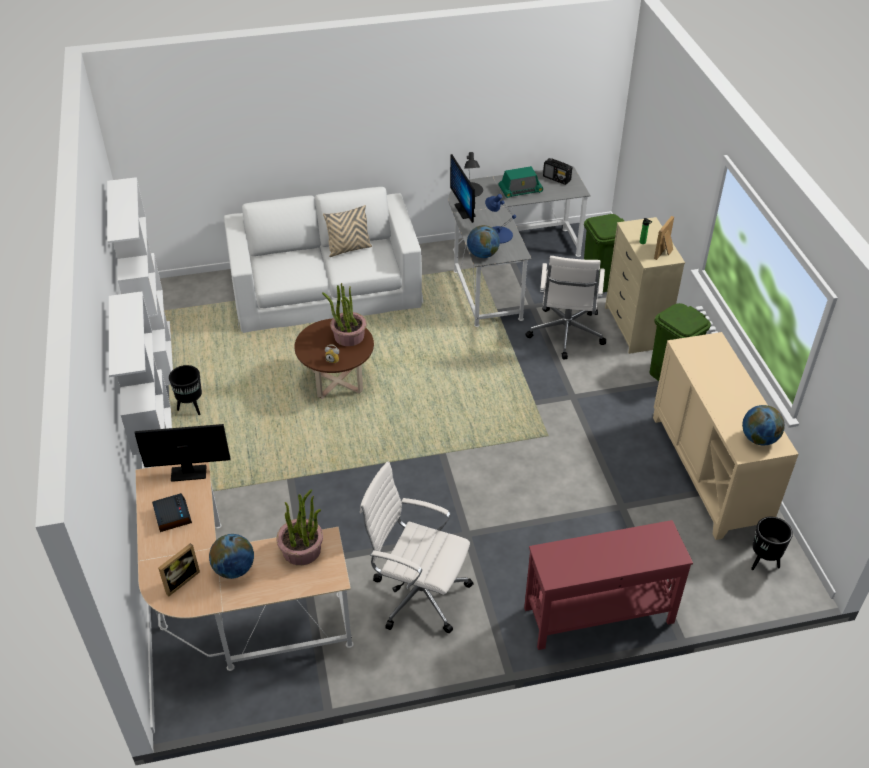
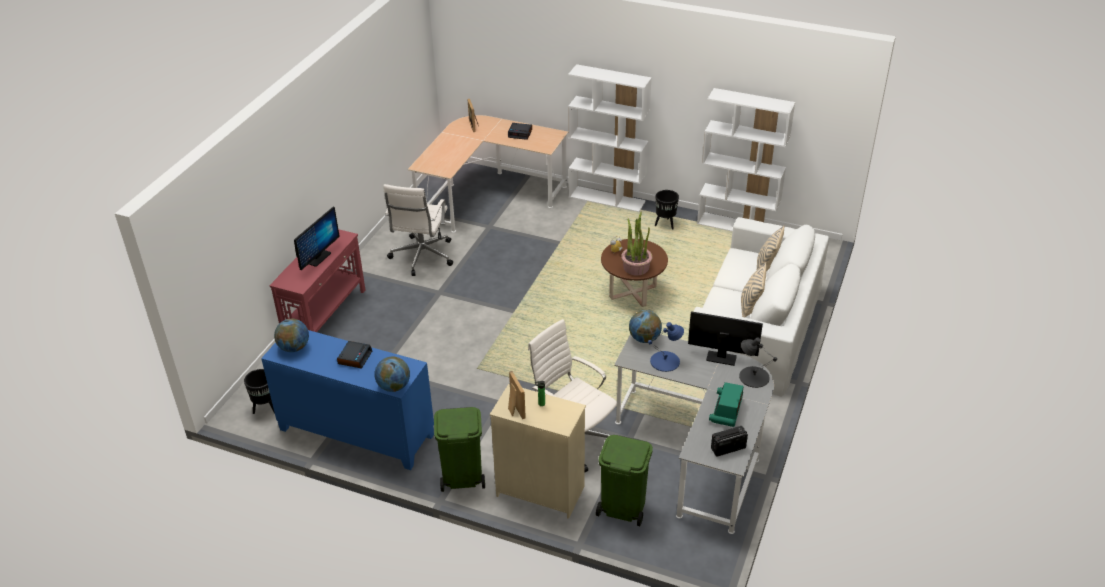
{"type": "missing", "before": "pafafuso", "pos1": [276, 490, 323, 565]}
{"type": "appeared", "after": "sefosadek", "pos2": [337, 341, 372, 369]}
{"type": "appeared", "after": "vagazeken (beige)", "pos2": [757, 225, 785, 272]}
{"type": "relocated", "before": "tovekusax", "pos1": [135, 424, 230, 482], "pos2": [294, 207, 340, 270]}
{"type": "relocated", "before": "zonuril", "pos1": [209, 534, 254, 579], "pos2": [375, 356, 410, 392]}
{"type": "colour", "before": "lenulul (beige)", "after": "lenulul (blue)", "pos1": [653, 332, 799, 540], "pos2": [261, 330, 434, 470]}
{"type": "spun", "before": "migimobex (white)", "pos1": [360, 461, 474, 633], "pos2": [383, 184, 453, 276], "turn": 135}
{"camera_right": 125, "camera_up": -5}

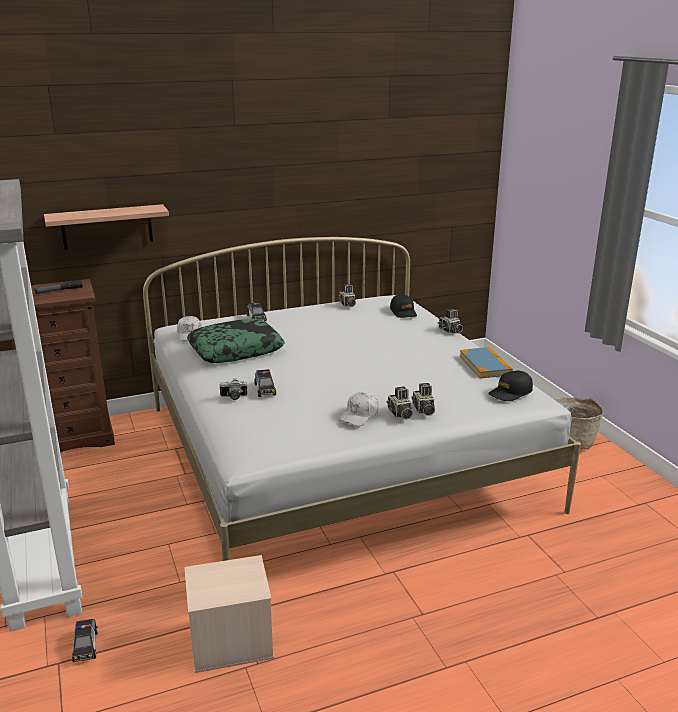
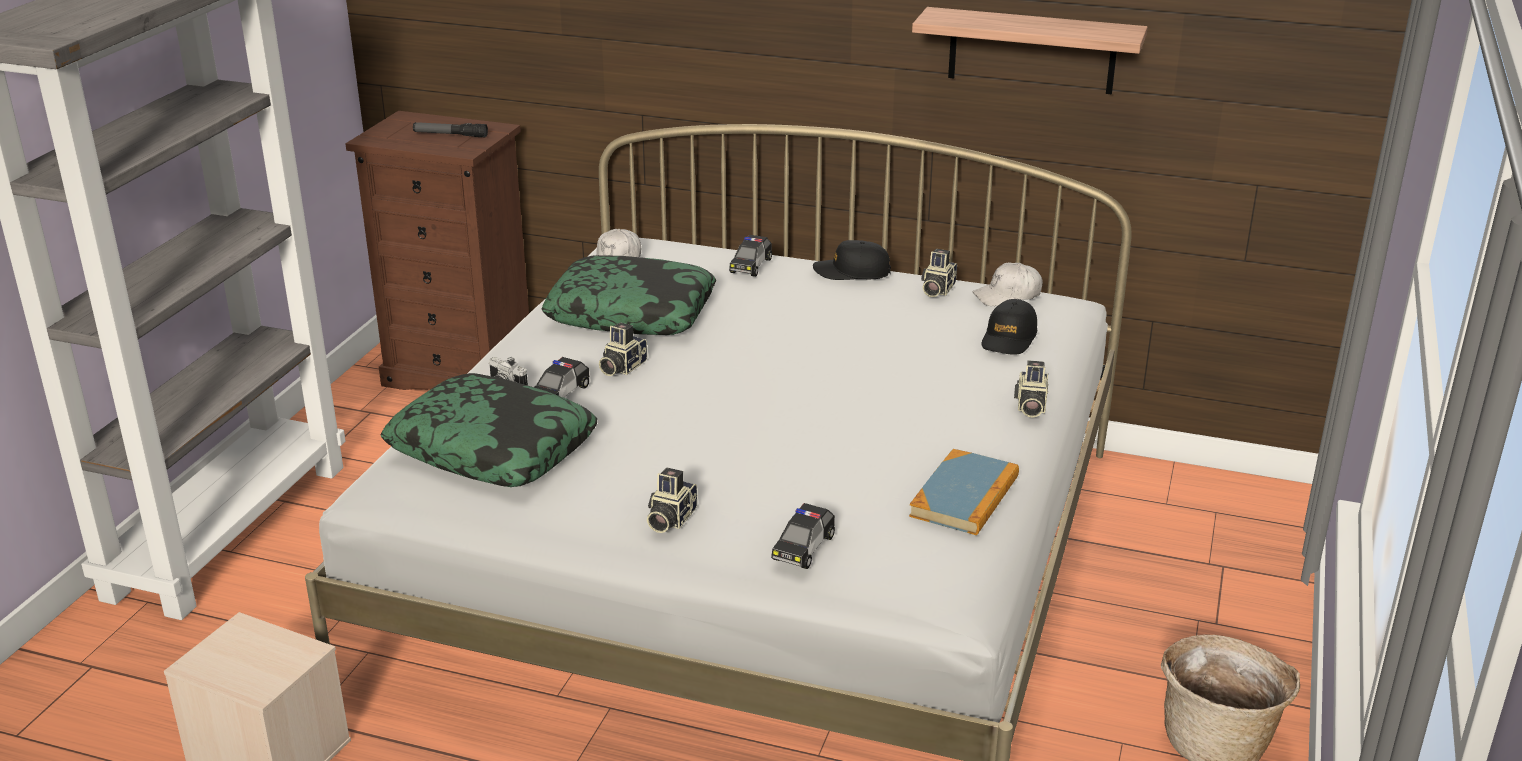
{"type": "appeared", "after": "vagazeken", "pos2": [381, 373, 597, 487]}
{"type": "relocated", "before": "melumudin", "pos1": [44, 204, 169, 250], "pos2": [912, 7, 1148, 94]}
{"type": "relocated", "before": "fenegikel", "pos1": [72, 619, 98, 662], "pos2": [771, 503, 835, 569]}
{"type": "relocated", "before": "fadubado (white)", "pos1": [339, 392, 378, 426], "pos2": [972, 263, 1043, 306]}
{"type": "relocated", "before": "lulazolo", "pos1": [411, 383, 435, 416], "pos2": [599, 322, 647, 376]}
{"type": "relocated", "before": "fadubado (black)", "pos1": [488, 370, 533, 401], "pos2": [813, 240, 891, 280]}
{"camera_right": 40, "camera_up": 5}

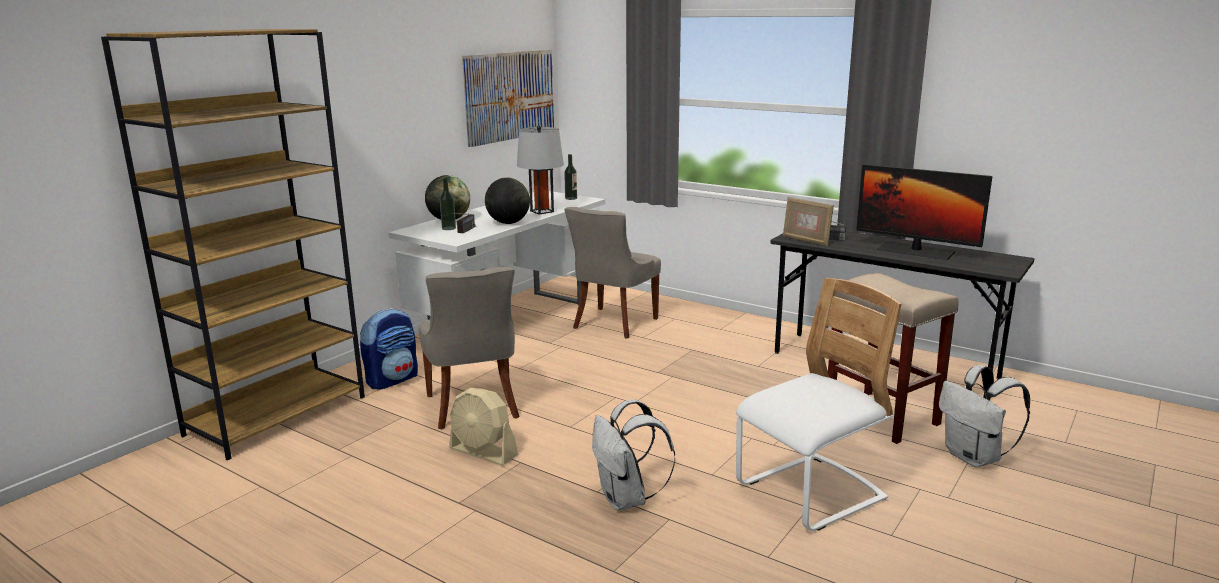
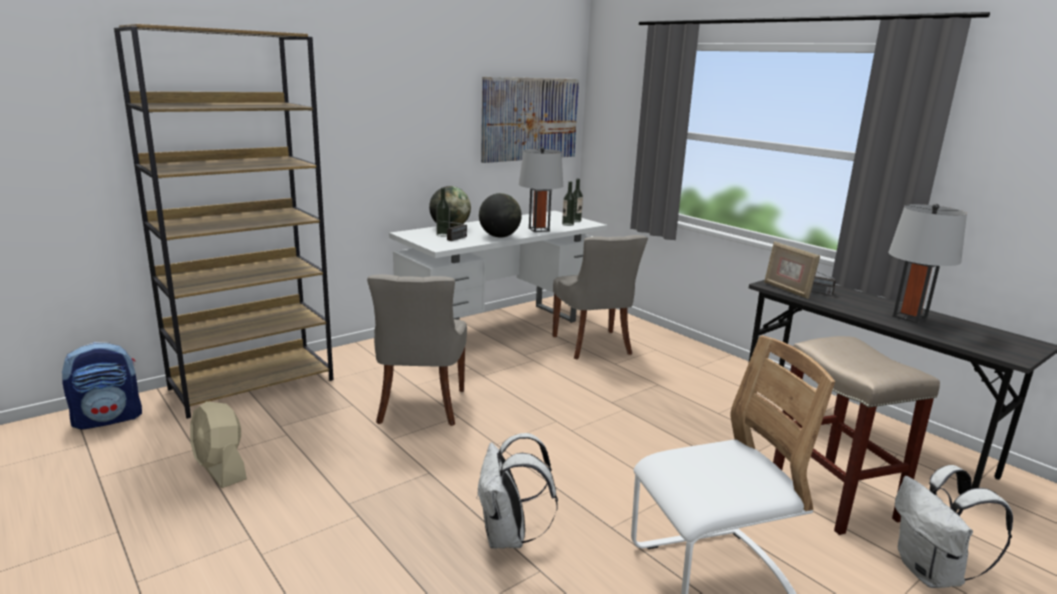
{"type": "appeared", "after": "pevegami", "pos2": [562, 181, 575, 226]}
{"type": "relocated", "before": "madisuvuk", "pos1": [360, 308, 418, 389], "pos2": [62, 342, 142, 429]}
{"type": "relocated", "before": "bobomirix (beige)", "pos1": [449, 388, 518, 466], "pos2": [190, 401, 247, 488]}
{"type": "exchanged", "before": "tovekusax", "after": "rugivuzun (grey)", "pos1": [856, 164, 992, 260], "pos2": [888, 204, 967, 324]}
{"type": "spun", "before": "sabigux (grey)", "pos1": [564, 207, 661, 338], "pos2": [552, 235, 648, 359], "turn": -60}
{"camera_right": 15, "camera_up": 0}

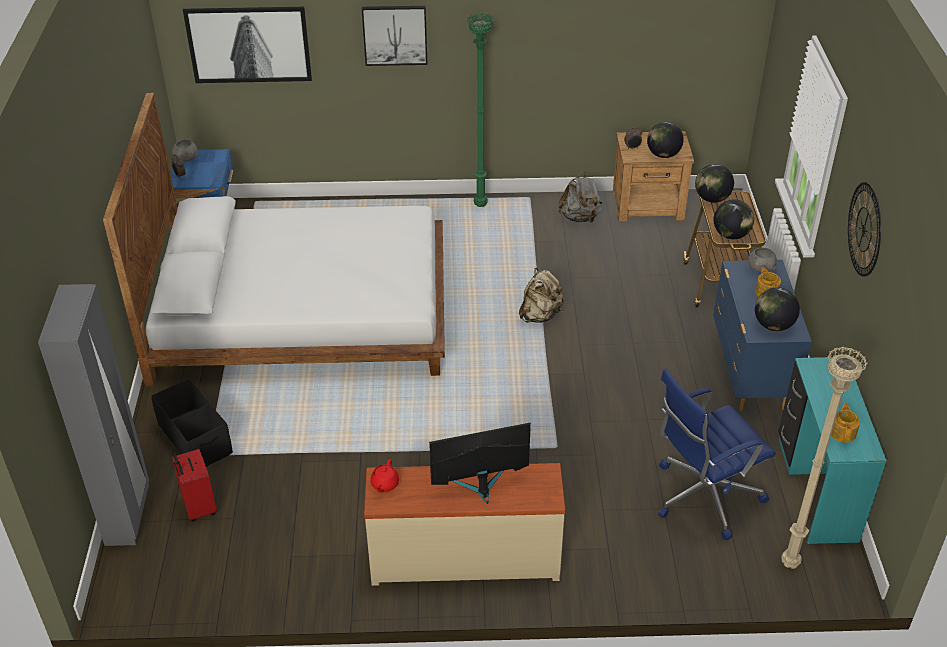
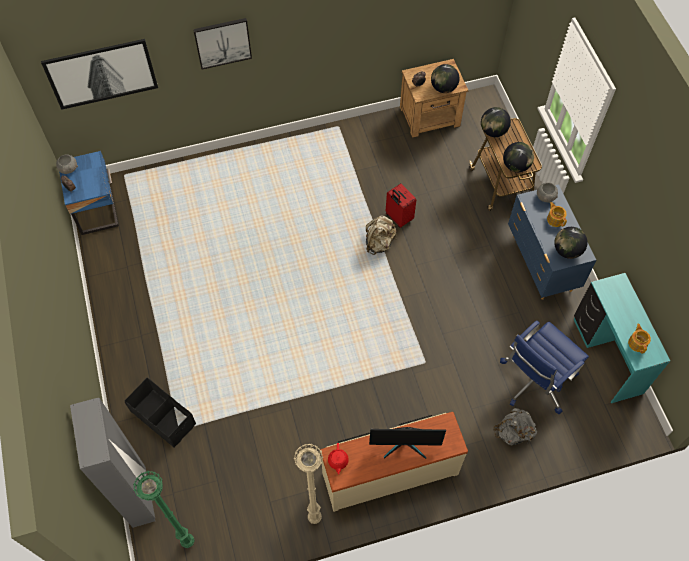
{"type": "missing", "before": "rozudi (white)", "pos1": [103, 93, 445, 387]}
{"type": "missing", "before": "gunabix", "pos1": [848, 182, 881, 277]}
{"type": "relocated", "before": "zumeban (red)", "pos1": [172, 449, 217, 522], "pos2": [386, 183, 416, 228]}
{"type": "relocated", "before": "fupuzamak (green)", "pos1": [467, 13, 493, 207], "pos2": [133, 471, 194, 548]}
{"type": "relocated", "before": "madisuvuk (grey)", "pos1": [558, 171, 603, 223], "pos2": [494, 408, 537, 445]}
{"type": "relocated", "before": "fupuzamak (beige)", "pos1": [781, 347, 867, 569], "pos2": [294, 444, 323, 524]}
{"type": "spun", "before": "tovekusax", "pos1": [429, 423, 531, 504], "pos2": [369, 427, 446, 459], "turn": -150}
{"camera_right": -15, "camera_up": 20}

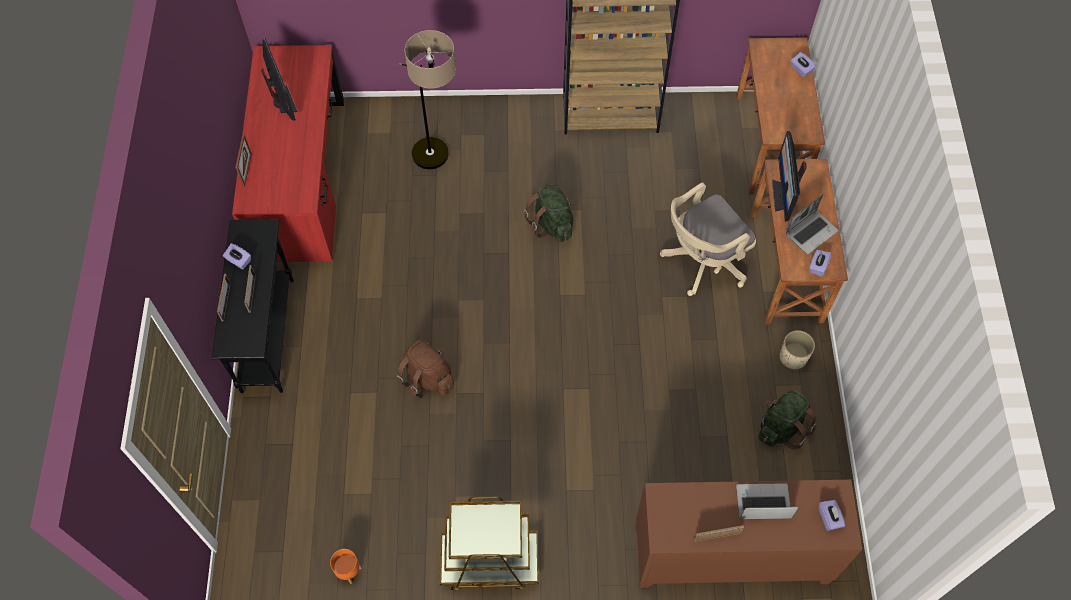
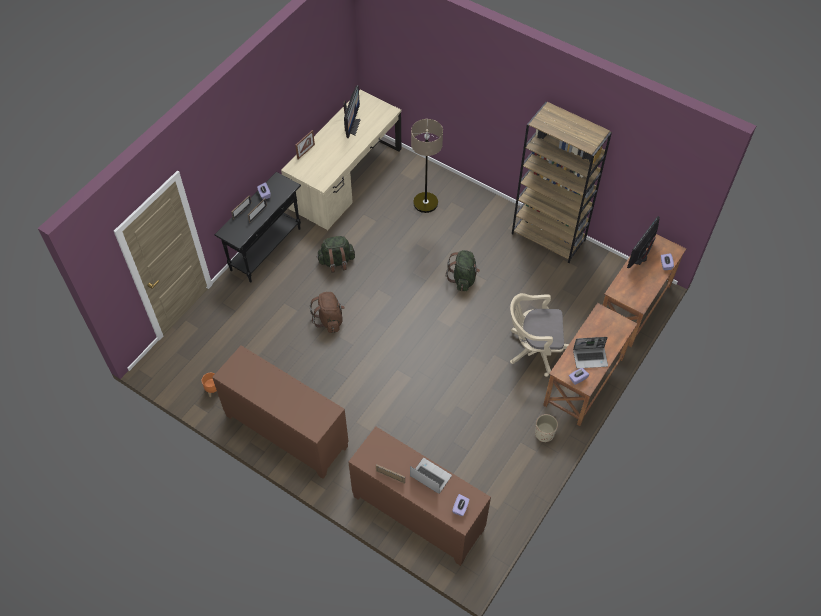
{"type": "relocated", "before": "madisuvuk (green)", "pos1": [758, 390, 817, 450], "pos2": [317, 236, 355, 273]}
{"type": "relocated", "before": "tovekusax", "pos1": [772, 131, 807, 222], "pos2": [627, 216, 660, 268]}
{"type": "exchanged", "before": "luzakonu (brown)", "after": "lenulul (brown)", "pos1": [439, 496, 539, 591], "pos2": [212, 345, 349, 479]}
{"type": "colour", "before": "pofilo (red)", "after": "pofilo (beige)", "pos1": [232, 45, 344, 262], "pos2": [281, 90, 401, 230]}
{"camera_right": 35, "camera_up": -5}

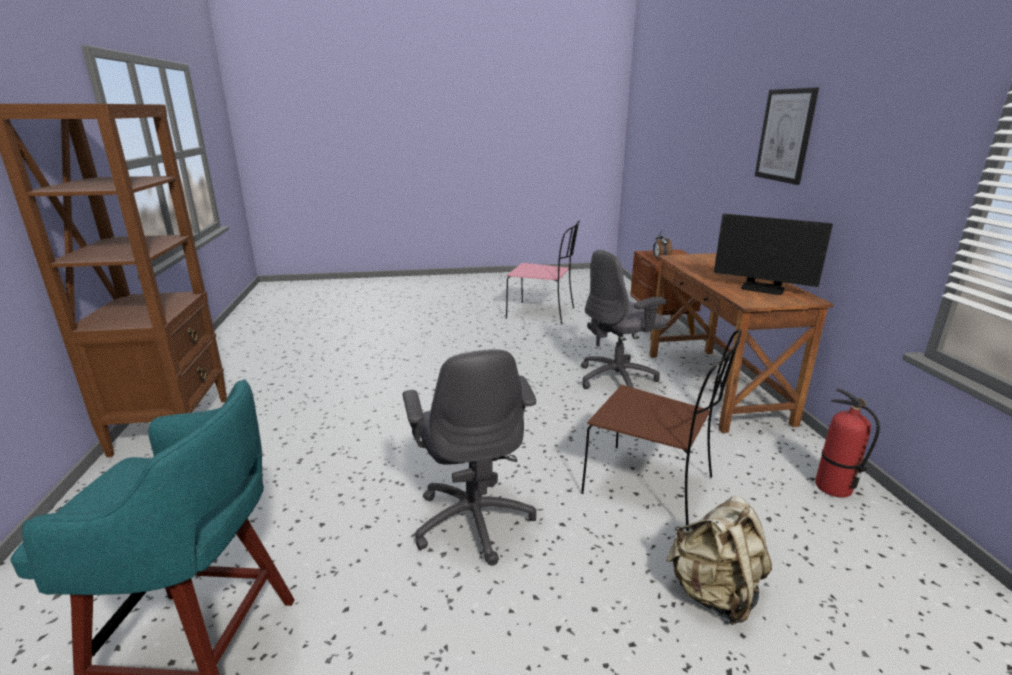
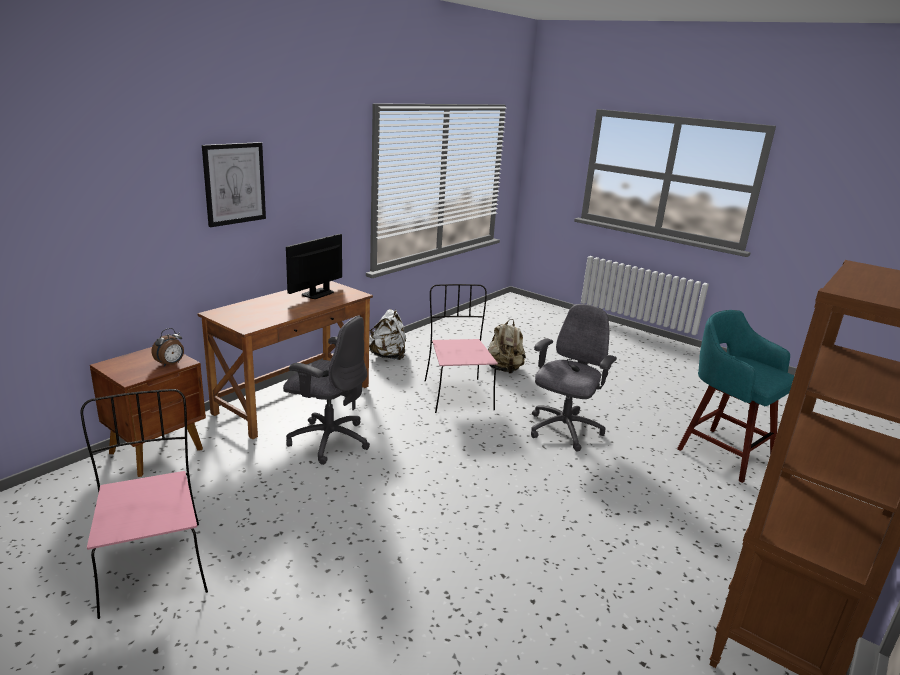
{"type": "exchanged", "before": "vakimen", "after": "madisuvuk (white)", "pos1": [815, 388, 880, 498], "pos2": [369, 309, 406, 360]}
{"type": "colour", "before": "sabigux (brown)", "after": "sabigux (pink)", "pos1": [581, 329, 742, 531], "pos2": [425, 284, 498, 413]}
{"type": "spun", "before": "tovekusax", "pos1": [714, 214, 833, 295], "pos2": [286, 234, 342, 299], "turn": -135}
{"camera_right": -135, "camera_up": 0}

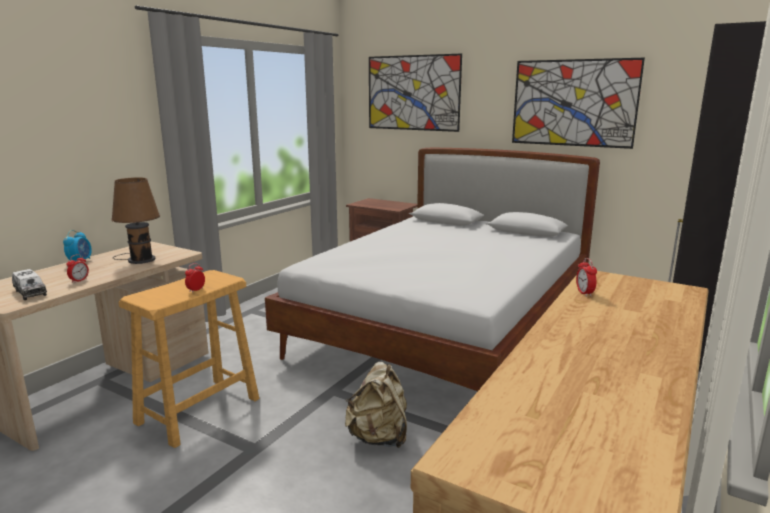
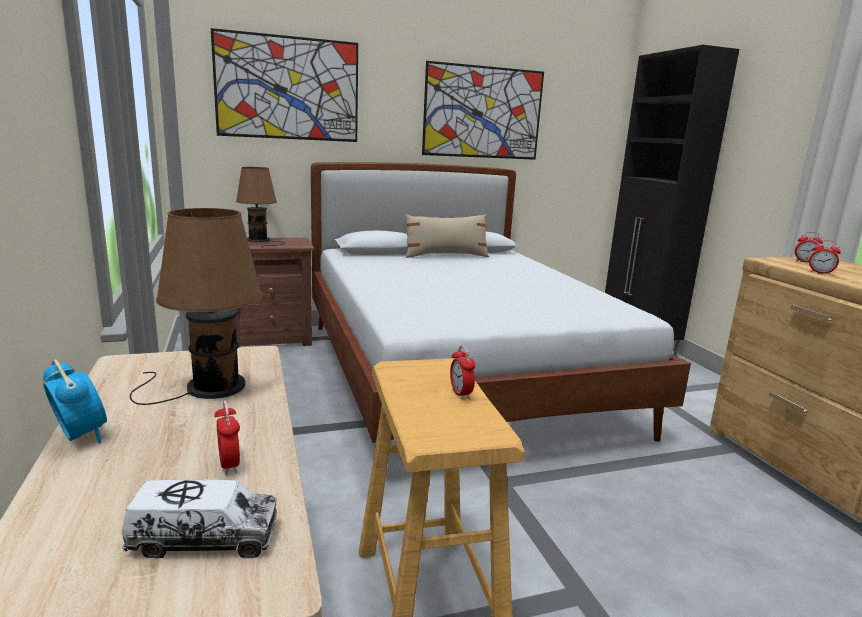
{"type": "missing", "before": "madisuvuk (beige)", "pos1": [345, 362, 407, 448]}
{"type": "appeared", "after": "rugivuzun (brown)", "pos2": [236, 167, 285, 248]}
{"type": "appeared", "after": "vagazeken (beige)", "pos2": [405, 214, 489, 258]}
{"type": "appeared", "after": "sefosadek", "pos2": [795, 232, 823, 262]}
{"camera_right": -50, "camera_up": 0}

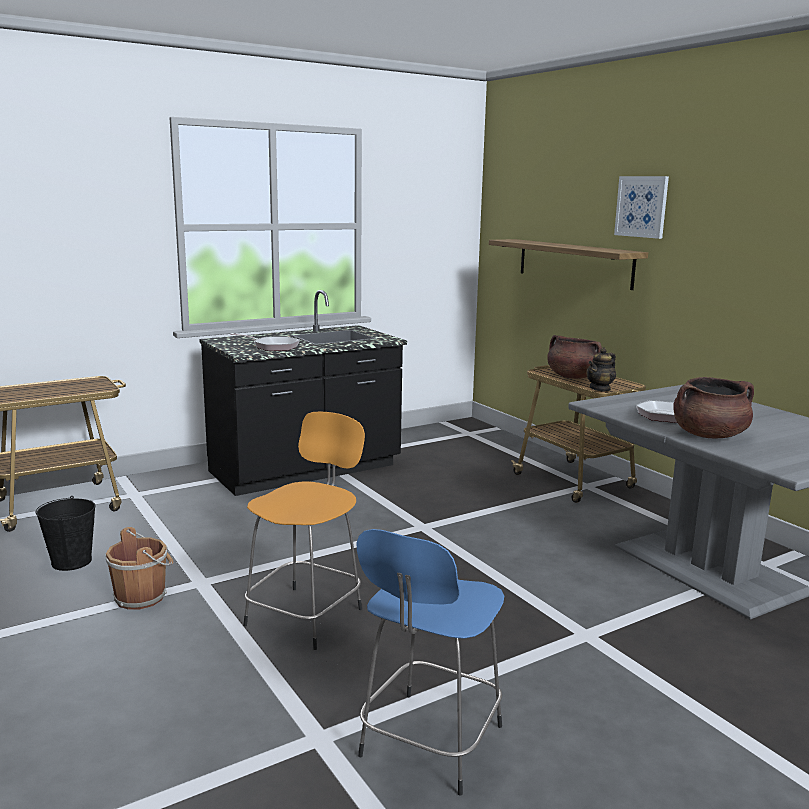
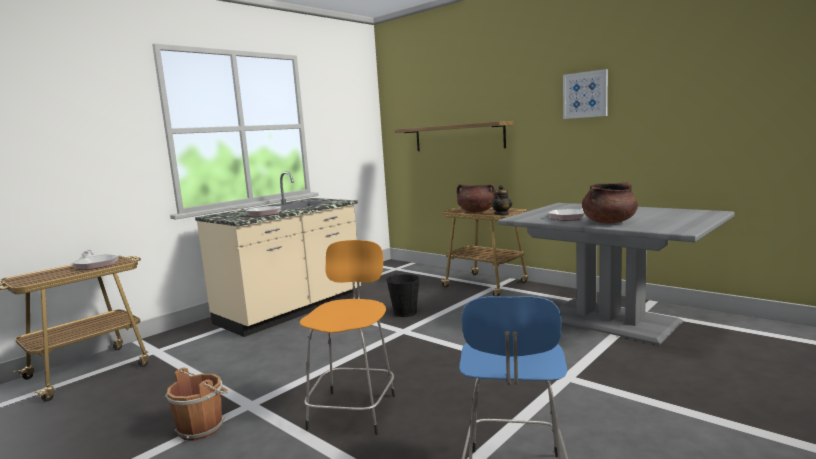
{"type": "appeared", "after": "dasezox", "pos2": [72, 250, 119, 270]}
{"type": "relocated", "before": "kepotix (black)", "pos1": [36, 496, 96, 571], "pos2": [386, 274, 420, 317]}
{"type": "relocated", "before": "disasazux", "pos1": [614, 176, 669, 239], "pos2": [563, 69, 608, 119]}
{"type": "colour", "before": "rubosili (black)", "after": "rubosili (beige)", "pos1": [199, 290, 407, 496], "pos2": [195, 172, 361, 337]}
{"camera_right": -15, "camera_up": -5}

